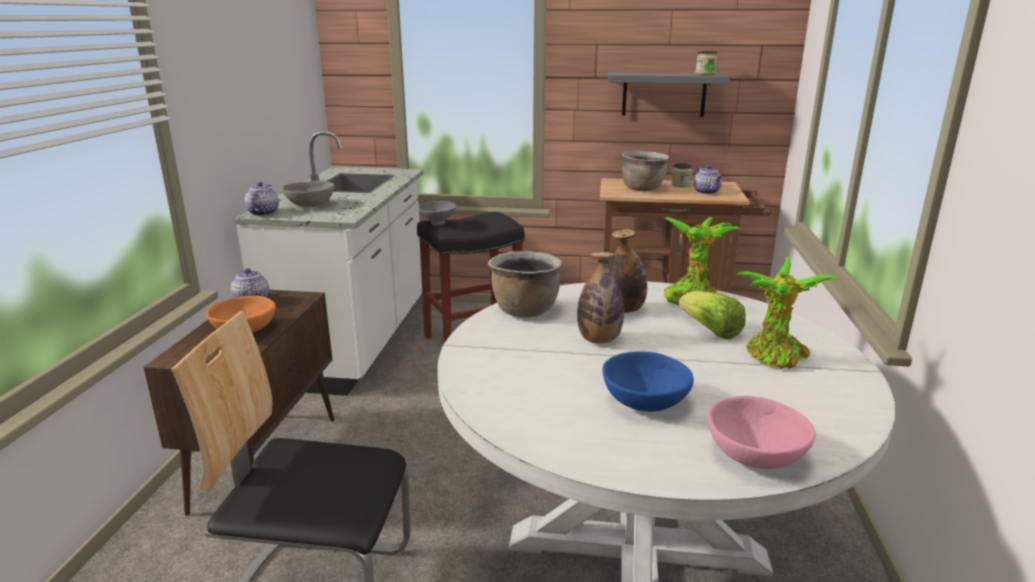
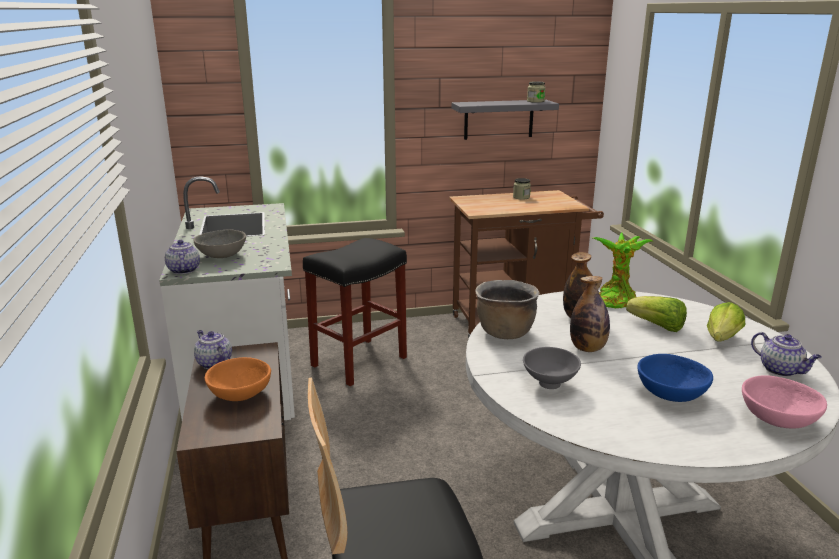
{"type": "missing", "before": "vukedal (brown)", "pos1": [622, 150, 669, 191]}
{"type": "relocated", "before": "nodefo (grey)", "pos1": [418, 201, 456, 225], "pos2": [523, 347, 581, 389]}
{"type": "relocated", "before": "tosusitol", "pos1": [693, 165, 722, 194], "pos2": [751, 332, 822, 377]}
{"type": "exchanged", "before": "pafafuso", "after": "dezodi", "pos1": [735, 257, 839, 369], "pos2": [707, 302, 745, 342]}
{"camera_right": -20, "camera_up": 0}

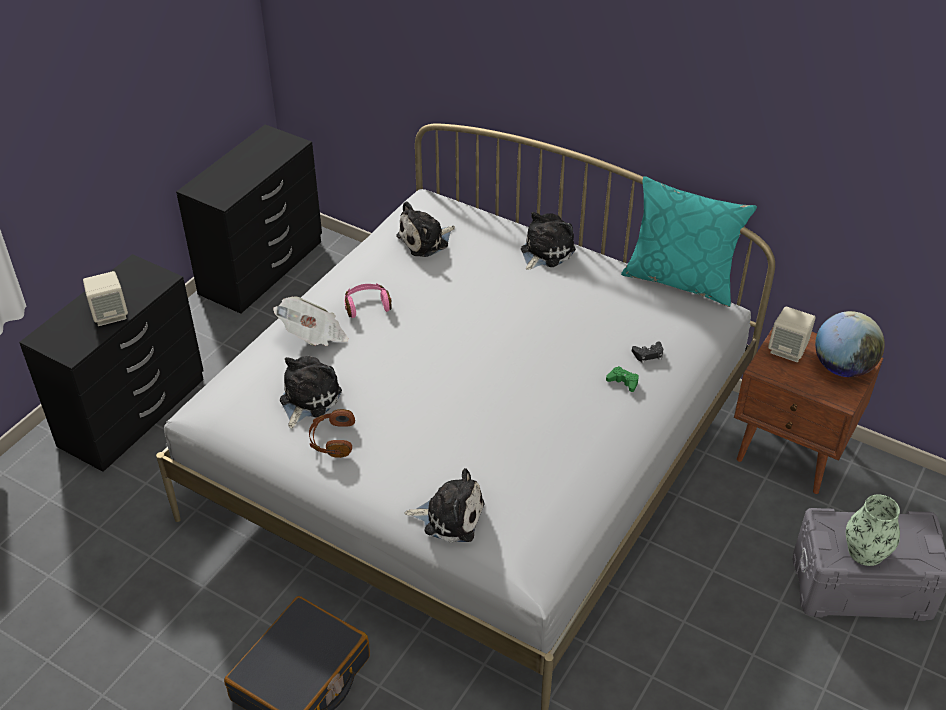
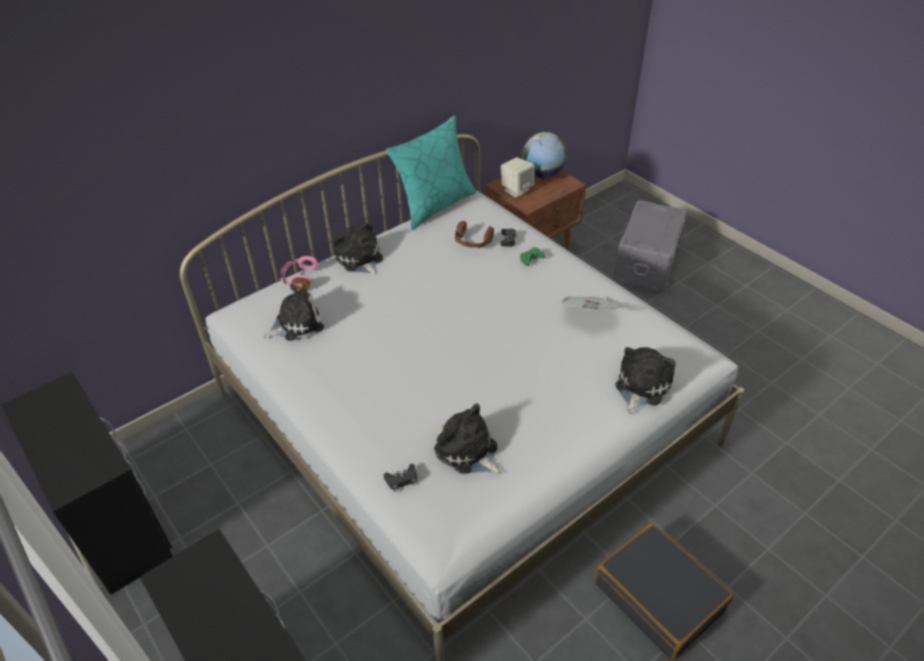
{"type": "missing", "before": "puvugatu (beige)", "pos1": [83, 271, 128, 326]}
{"type": "missing", "before": "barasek", "pos1": [846, 494, 900, 566]}
{"type": "appeared", "after": "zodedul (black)", "pos2": [384, 464, 417, 492]}
{"type": "relocated", "before": "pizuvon", "pos1": [273, 296, 349, 346], "pos2": [561, 296, 620, 310]}
{"type": "relocated", "before": "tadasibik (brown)", "pos1": [309, 409, 355, 458], "pos2": [455, 221, 494, 248]}
{"type": "relocated", "before": "tadasibik (pink)", "pos1": [345, 283, 392, 318], "pos2": [280, 255, 318, 290]}
{"type": "spun", "before": "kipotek", "pos1": [396, 201, 455, 257], "pos2": [264, 284, 324, 341], "turn": -105}
{"camera_right": -70, "camera_up": 0}

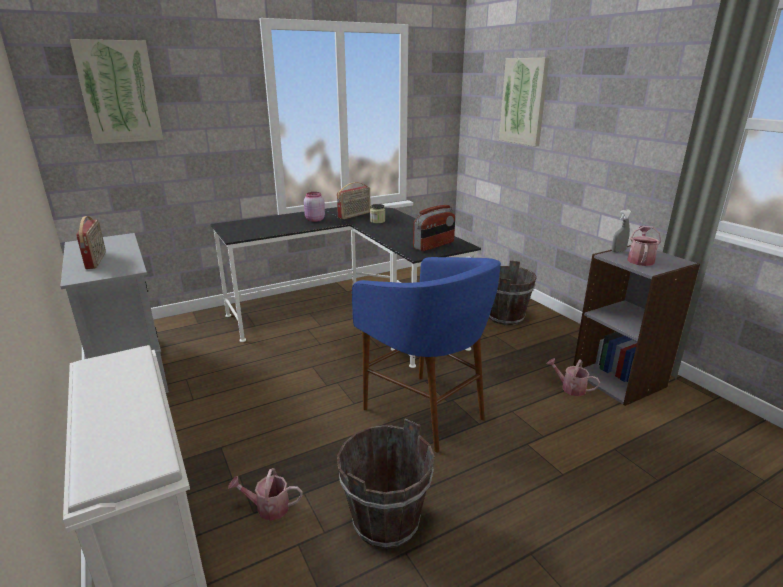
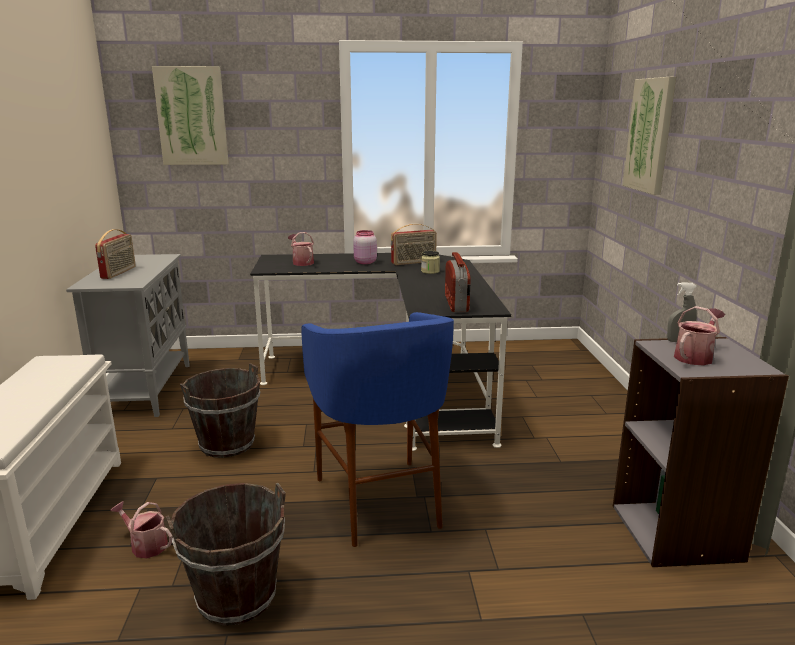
{"type": "relocated", "before": "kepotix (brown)", "pos1": [489, 260, 537, 325], "pos2": [180, 363, 260, 458]}
{"type": "relocated", "before": "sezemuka", "pos1": [546, 358, 600, 396], "pos2": [288, 232, 314, 266]}
{"type": "spun", "before": "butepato", "pos1": [413, 205, 455, 251], "pos2": [445, 252, 471, 312], "turn": -75}
{"camera_right": 25, "camera_up": -5}

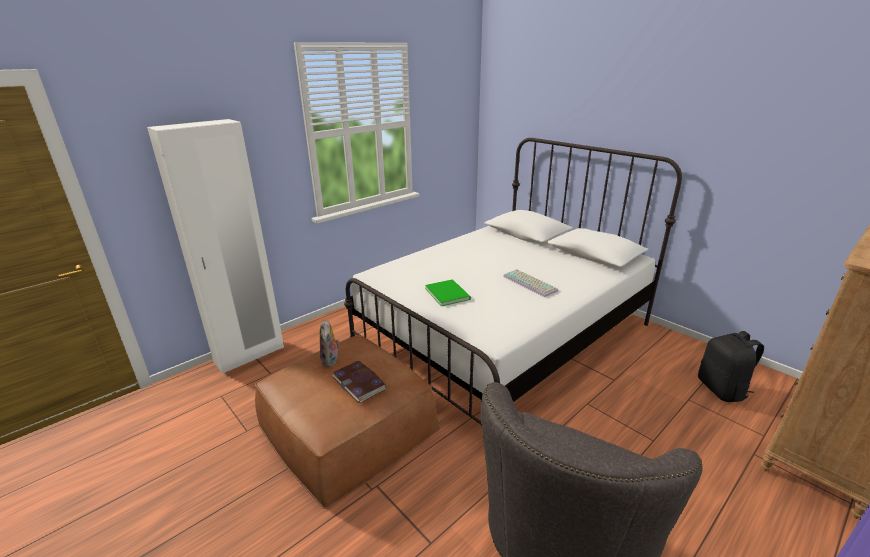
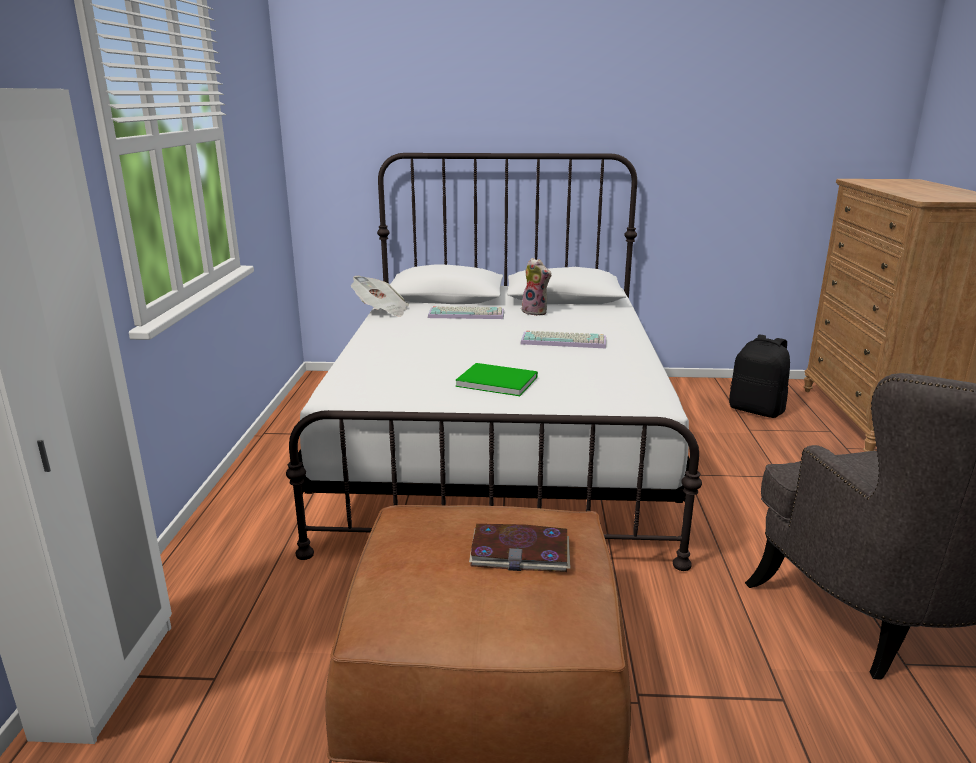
{"type": "appeared", "after": "pizuvon", "pos2": [351, 276, 409, 317]}
{"type": "appeared", "after": "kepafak", "pos2": [428, 306, 504, 319]}
{"type": "relocated", "before": "kipotek", "pos1": [319, 319, 340, 367], "pos2": [521, 258, 551, 316]}
{"camera_right": -45, "camera_up": -5}

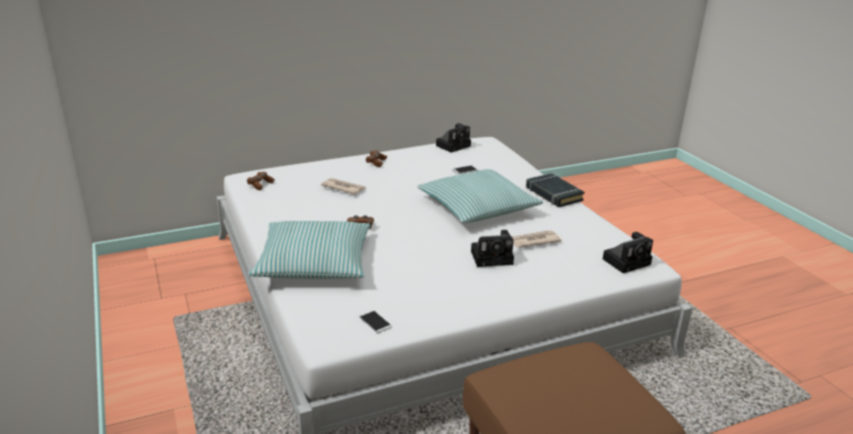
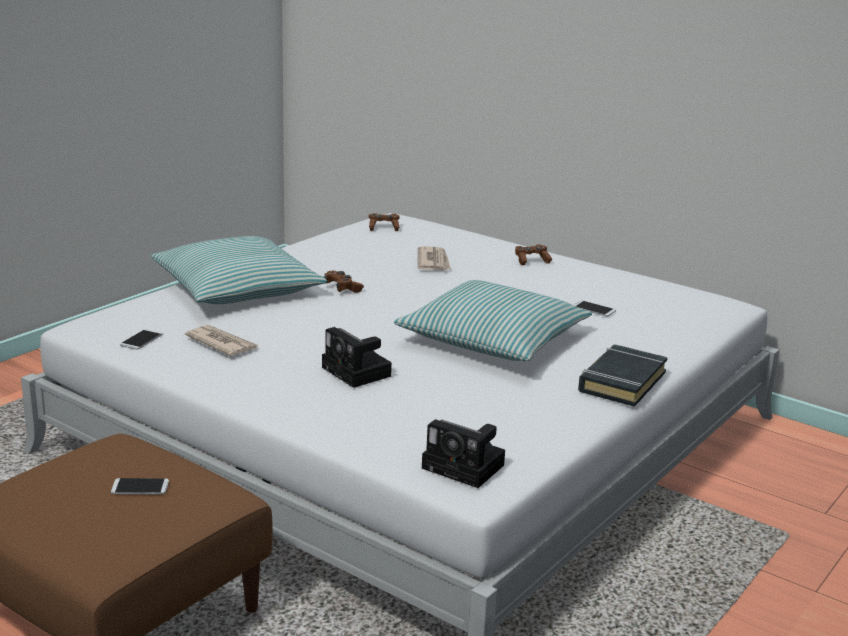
{"type": "missing", "before": "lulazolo", "pos1": [436, 123, 471, 153]}
{"type": "appeared", "after": "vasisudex", "pos2": [111, 478, 169, 494]}
{"type": "relocated", "before": "pizuvon", "pos1": [512, 231, 562, 248], "pos2": [185, 325, 258, 356]}
{"camera_right": 60, "camera_up": -5}

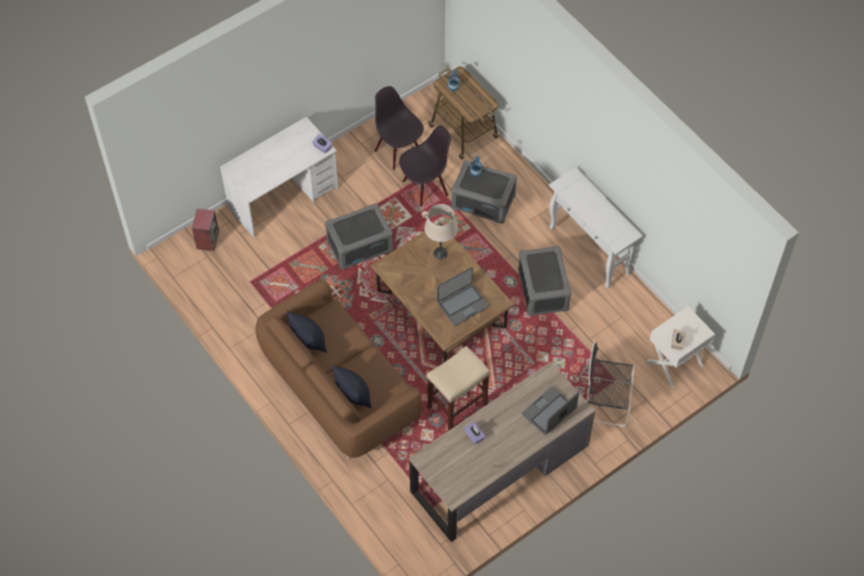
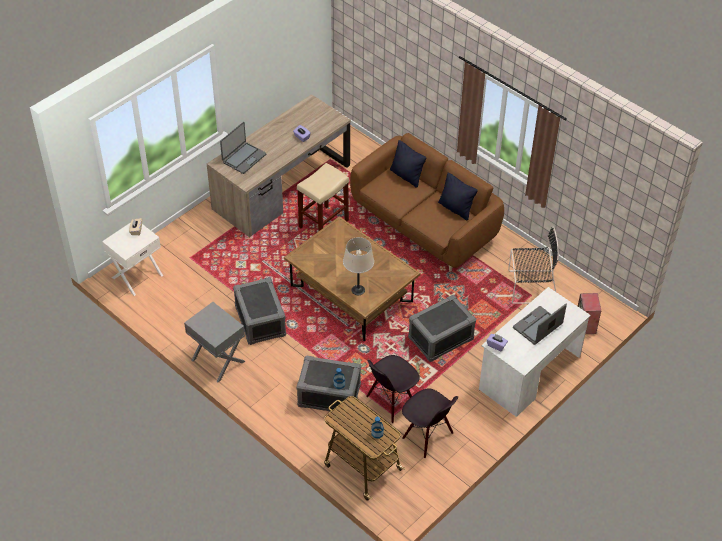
{"type": "relocated", "before": "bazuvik", "pos1": [437, 267, 489, 326], "pos2": [513, 304, 567, 345]}
{"type": "relocated", "before": "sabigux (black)", "pos1": [580, 341, 635, 427], "pos2": [508, 226, 559, 304]}
{"type": "exchanged", "before": "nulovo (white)", "after": "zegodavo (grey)", "pos1": [549, 168, 643, 289], "pos2": [184, 302, 245, 383]}
{"camera_right": 170, "camera_up": -10}

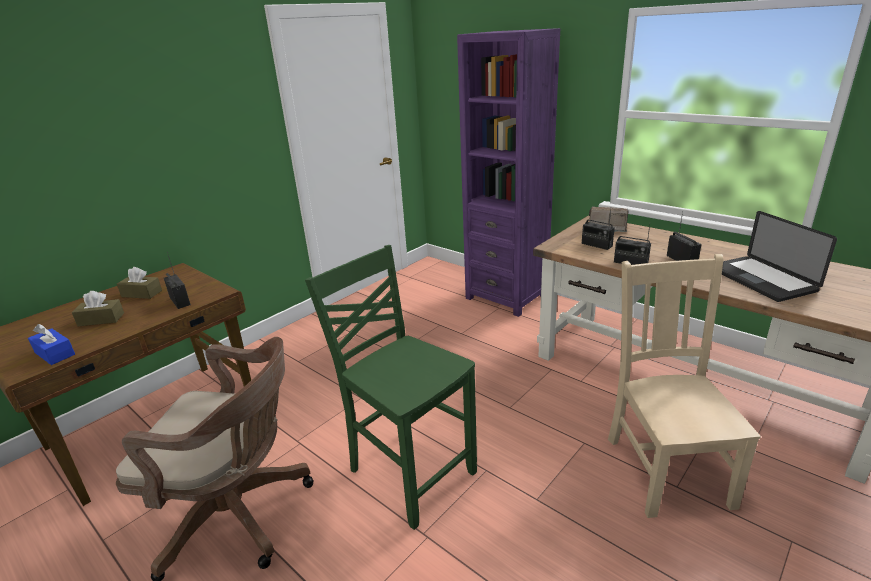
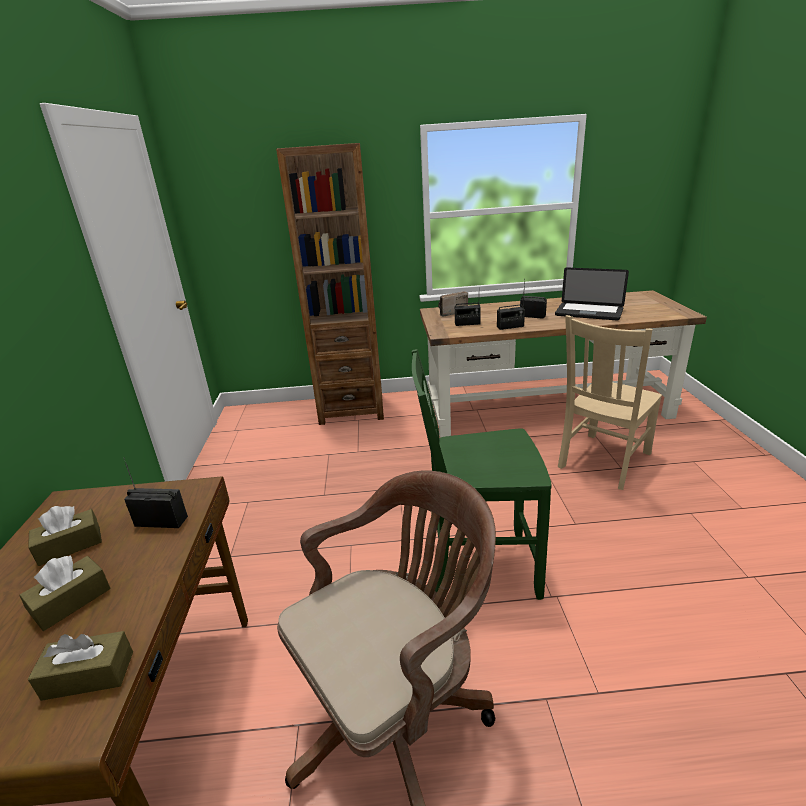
{"type": "colour", "before": "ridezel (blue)", "after": "ridezel (brown)", "pos1": [28, 324, 75, 365], "pos2": [28, 631, 133, 701]}
{"type": "colour", "before": "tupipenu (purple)", "after": "tupipenu (brown)", "pos1": [457, 28, 560, 317], "pos2": [276, 143, 384, 425]}
{"type": "spun", "before": "sabigux (beige)", "pos1": [608, 254, 761, 518], "pos2": [558, 315, 662, 490], "turn": -90}
{"camera_right": -45, "camera_up": 0}

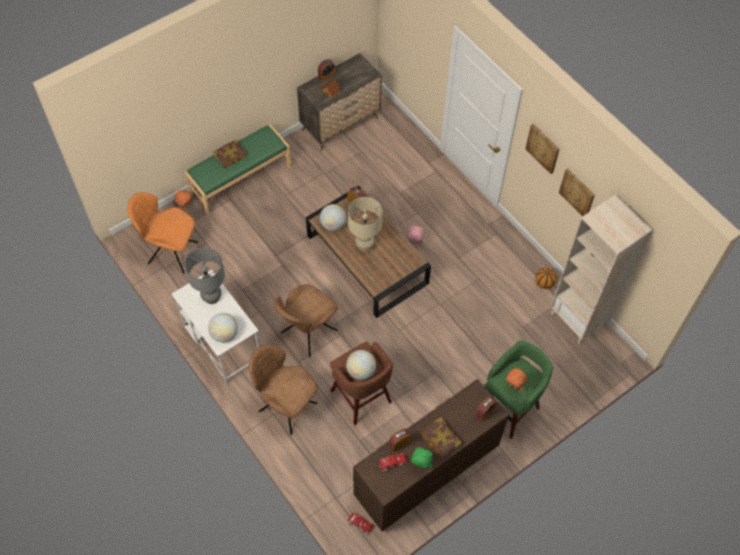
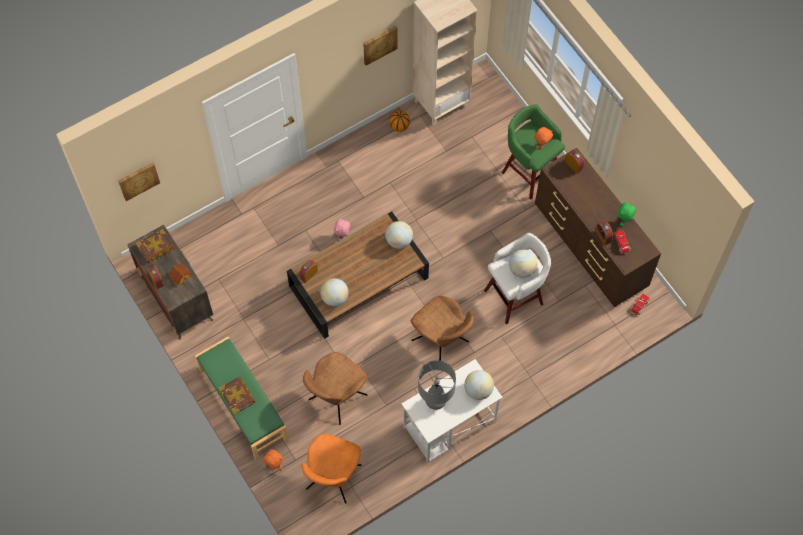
{"type": "missing", "before": "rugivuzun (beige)", "pos1": [348, 197, 383, 252]}
{"type": "appeared", "after": "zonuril", "pos2": [385, 221, 413, 249]}
{"type": "relocated", "before": "sabigux (brown)", "pos1": [248, 345, 317, 435], "pos2": [303, 352, 368, 425]}
{"type": "relocated", "before": "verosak", "pos1": [420, 417, 462, 459], "pos2": [136, 229, 174, 263]}
{"type": "relocated", "before": "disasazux", "pos1": [525, 124, 560, 174], "pos2": [118, 162, 160, 201]}
{"type": "colour", "before": "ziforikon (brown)", "after": "ziforikon (white)", "pos1": [330, 342, 393, 425], "pos2": [484, 233, 551, 324]}
{"camera_right": -85, "camera_up": 5}

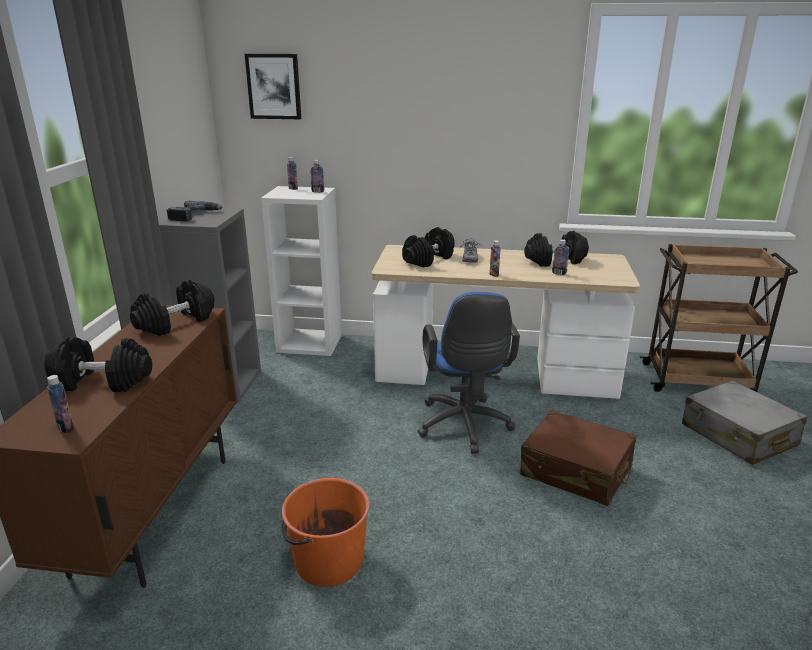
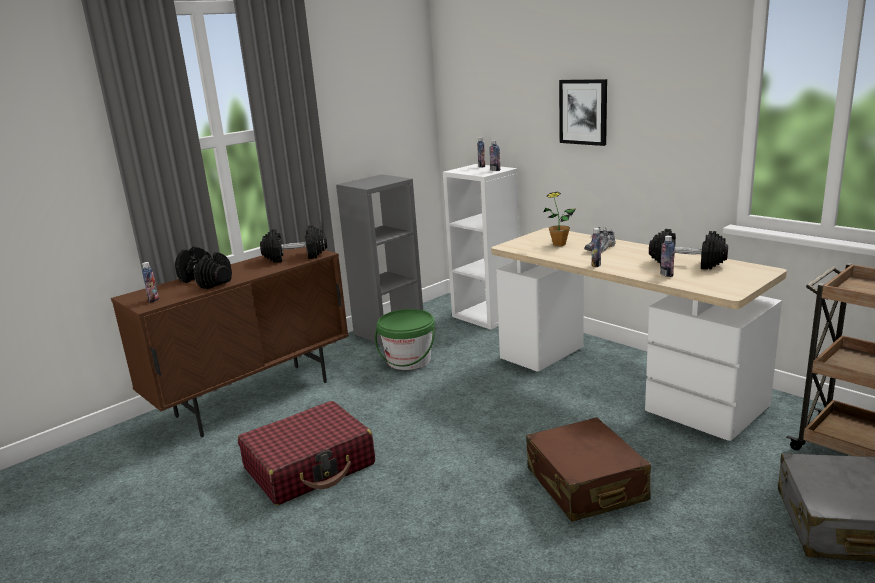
{"type": "missing", "before": "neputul", "pos1": [167, 201, 223, 222]}
{"type": "missing", "before": "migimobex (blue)", "pos1": [417, 292, 520, 454]}
{"type": "appeared", "after": "kepotix (green)", "pos2": [375, 309, 435, 370]}
{"type": "relocated", "before": "disasazux", "pos1": [245, 54, 301, 119], "pos2": [559, 79, 607, 146]}
{"type": "exchanged", "before": "kepotix (orange)", "after": "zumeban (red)", "pos1": [281, 478, 370, 587], "pos2": [238, 401, 375, 505]}
{"type": "exchanged", "before": "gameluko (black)", "after": "pafafuso", "pos1": [402, 227, 455, 268], "pos2": [543, 192, 575, 246]}
{"camera_right": 40, "camera_up": -5}

